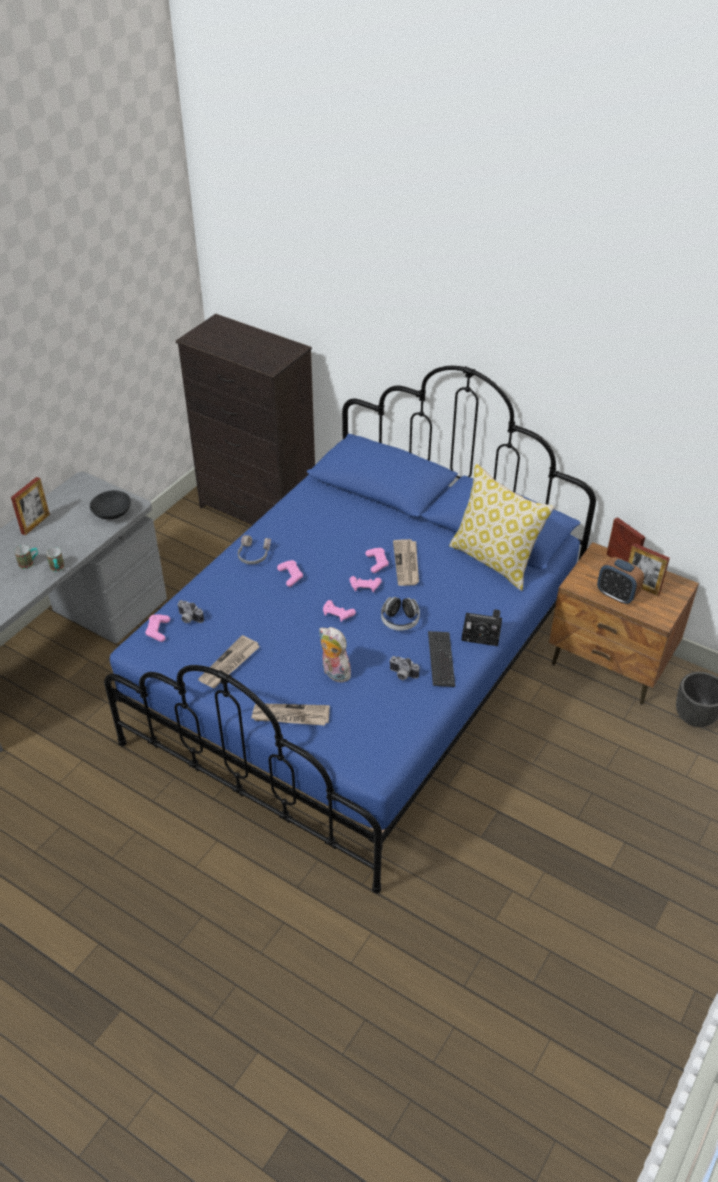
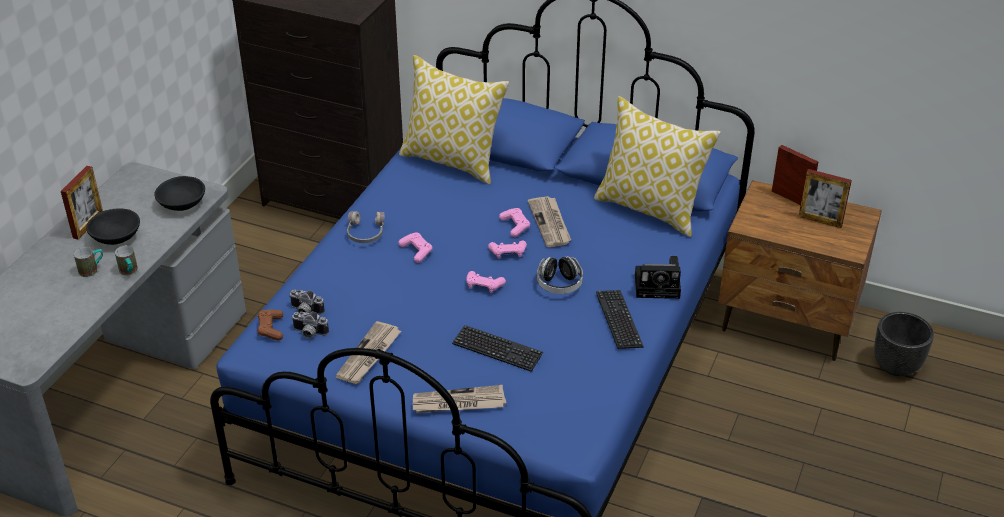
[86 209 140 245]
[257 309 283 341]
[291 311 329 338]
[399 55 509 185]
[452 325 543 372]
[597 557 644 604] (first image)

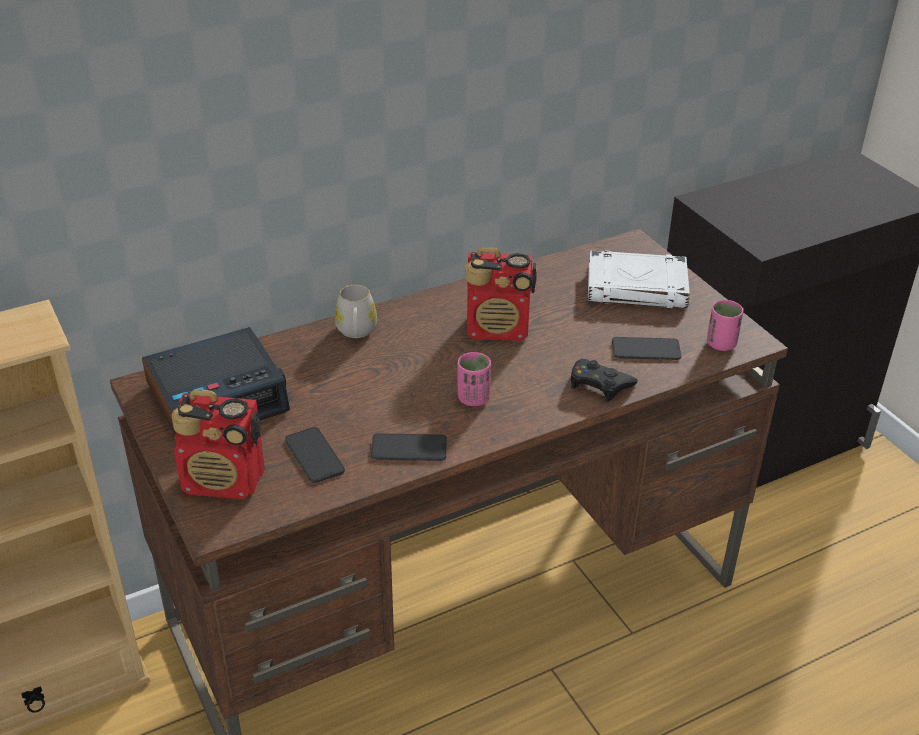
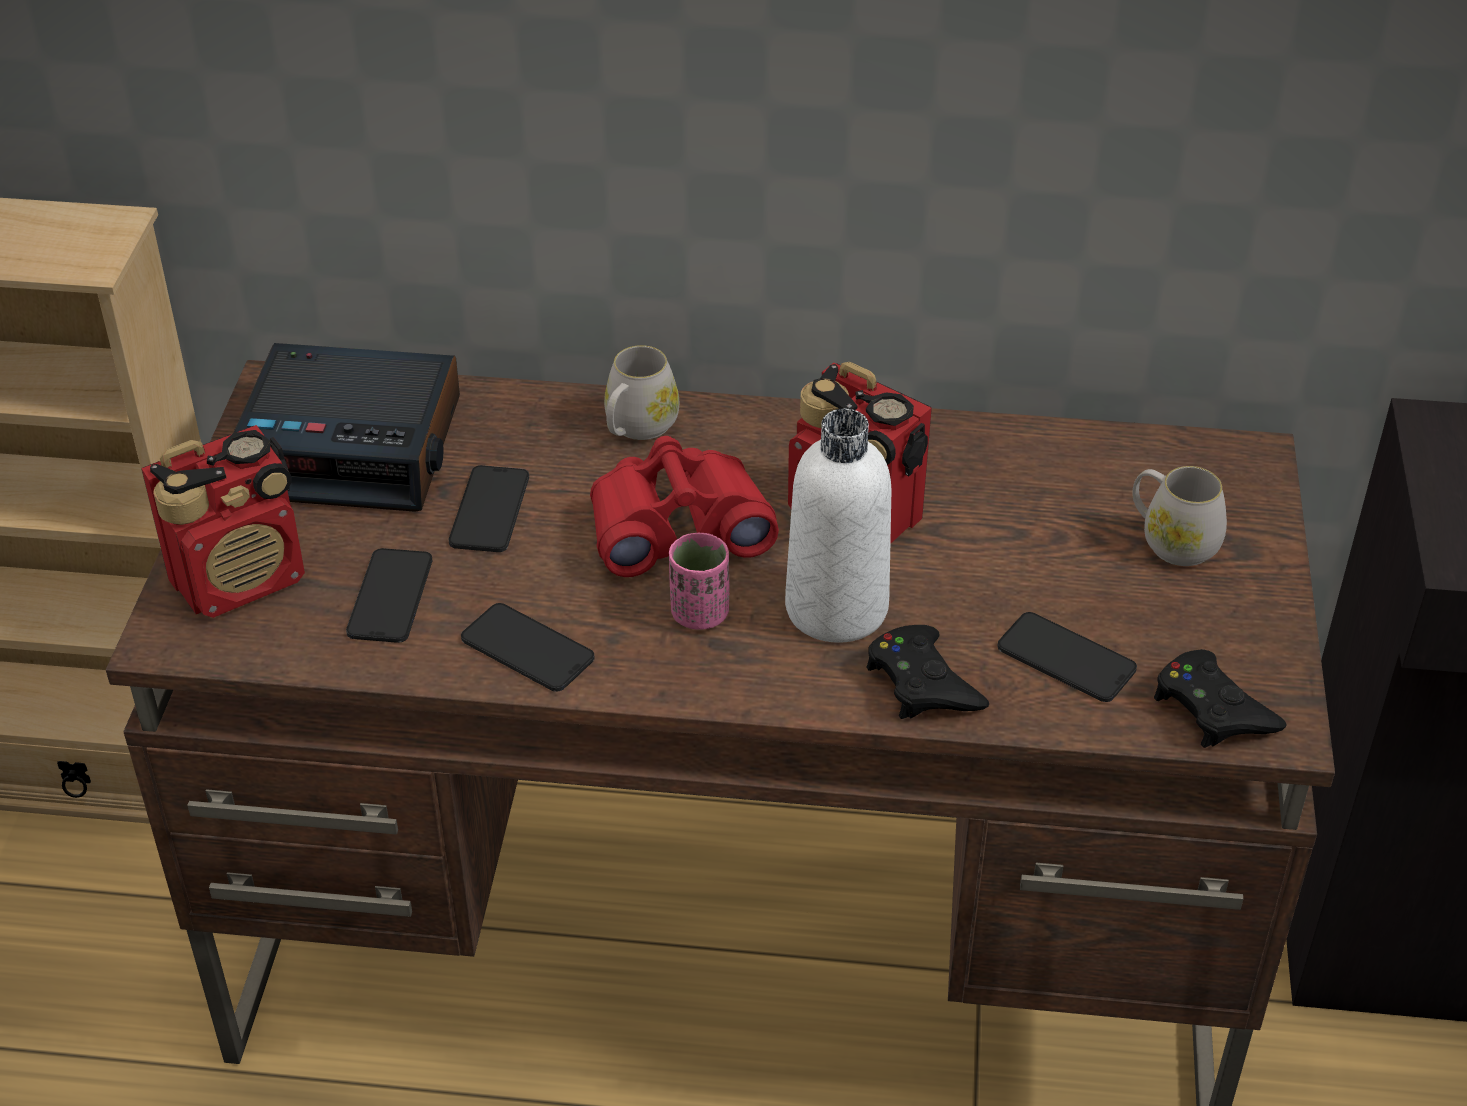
[141 425 305 618]
[449 465 529 552]
[590 436 779 577]
[785 409 891 643]
[1132 466 1227 566]
[1154 649 1287 748]

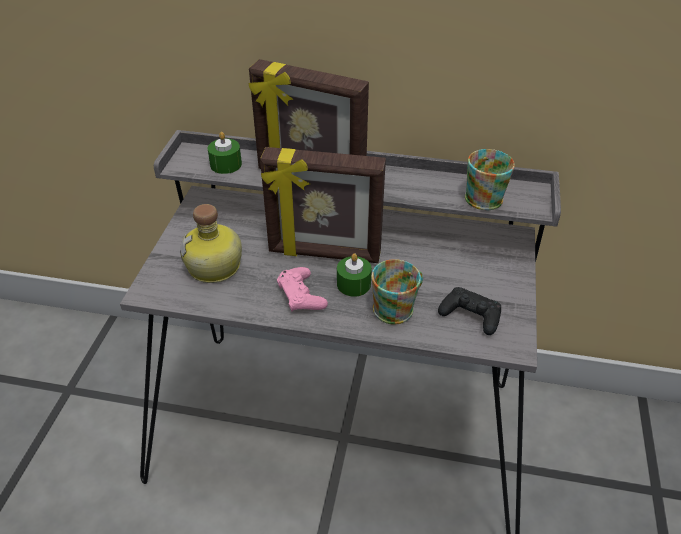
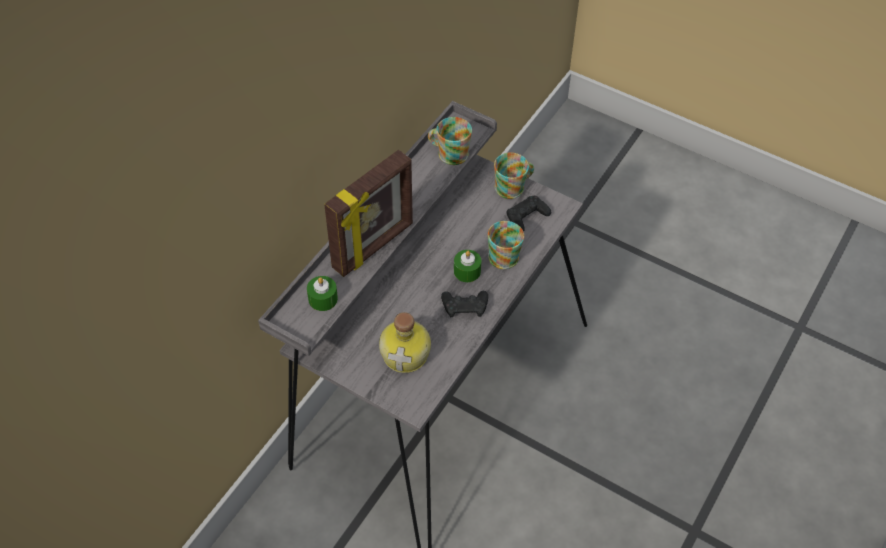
[441 291 488 317]
[494 152 534 199]
[260 147 386 263] (first image)

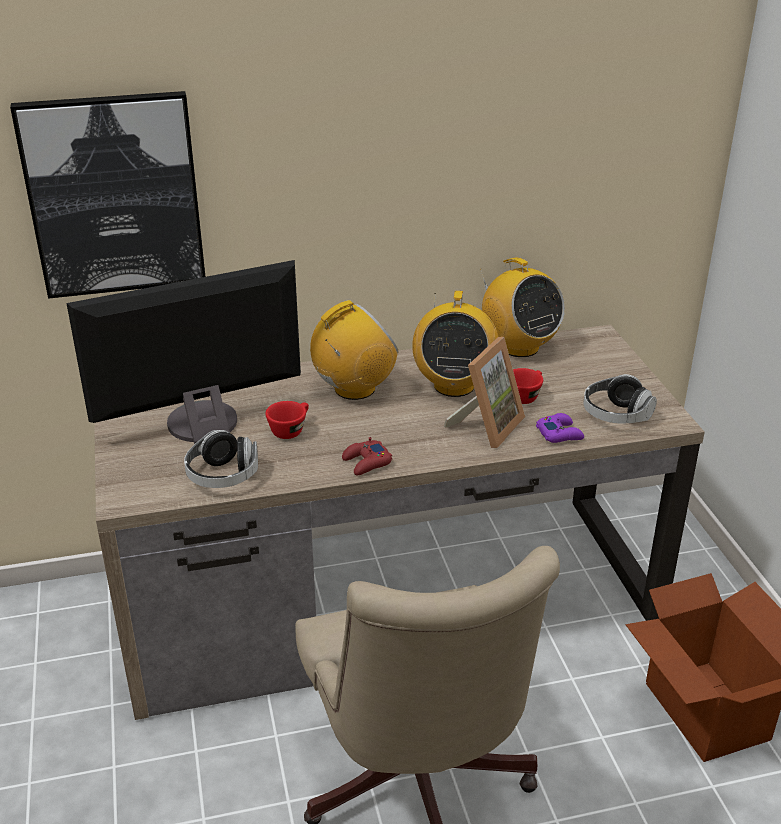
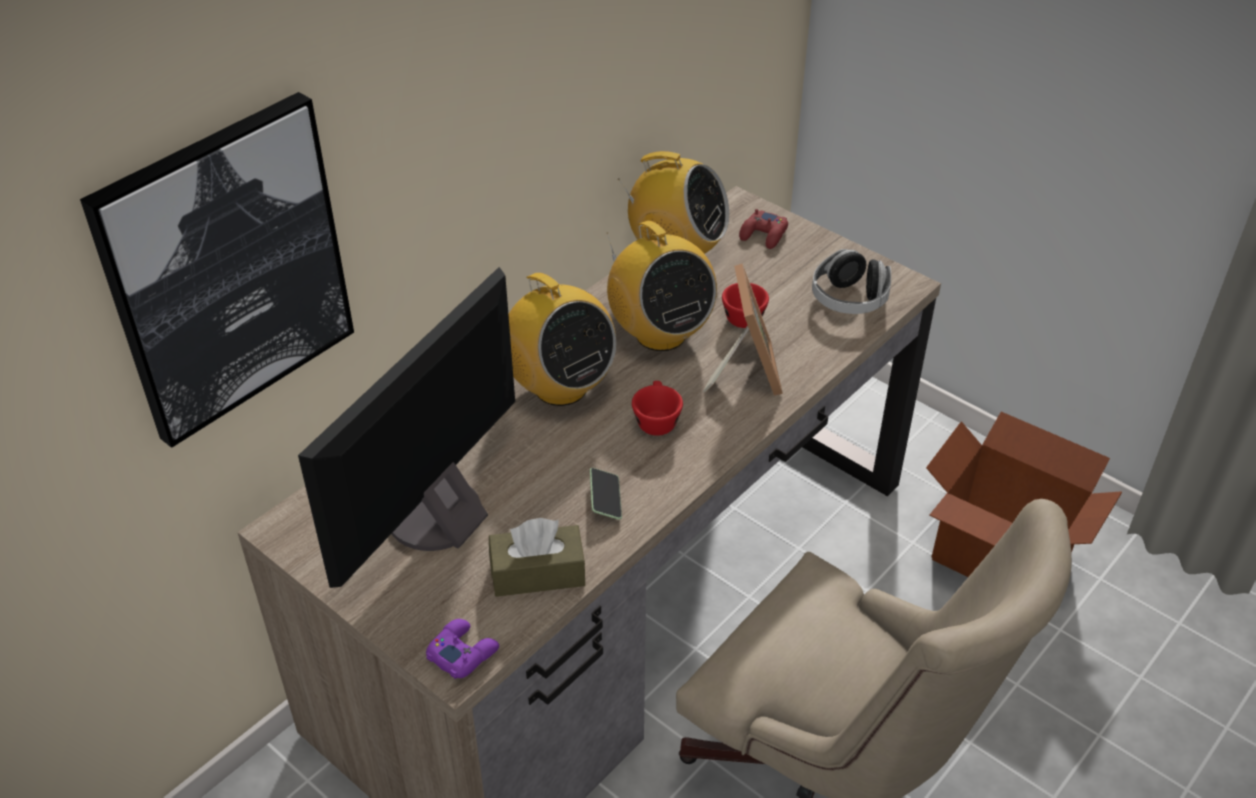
[426 619 499 679]
[489 518 586 597]
[508 273 616 406]
[590 468 622 520]
[632 381 683 436]
[739 209 788 249]

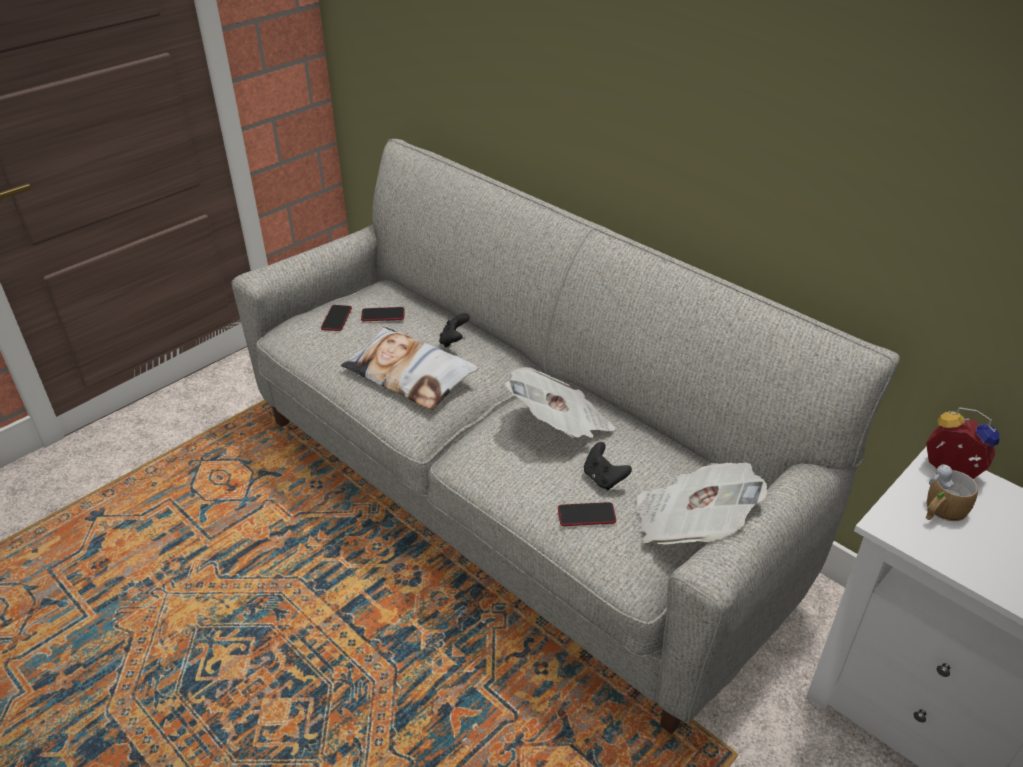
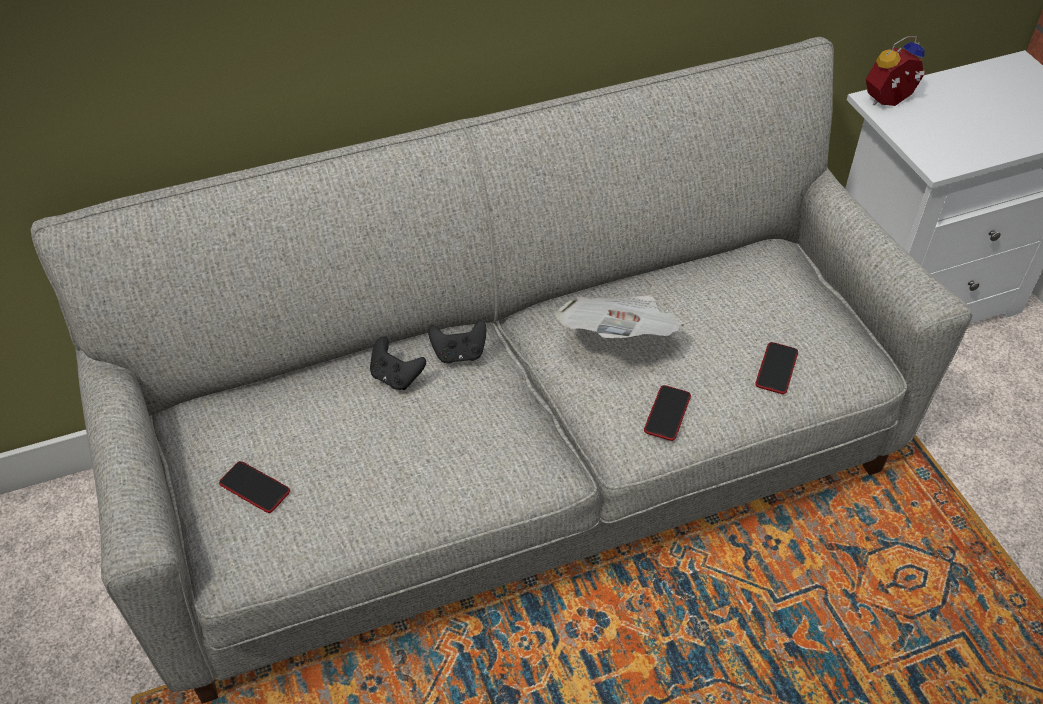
[428 319 487 364]
[644 385 691 441]
[341 327 478 410] (first image)
[636 463 767 544] (first image)
[926 464 978 521] (first image)

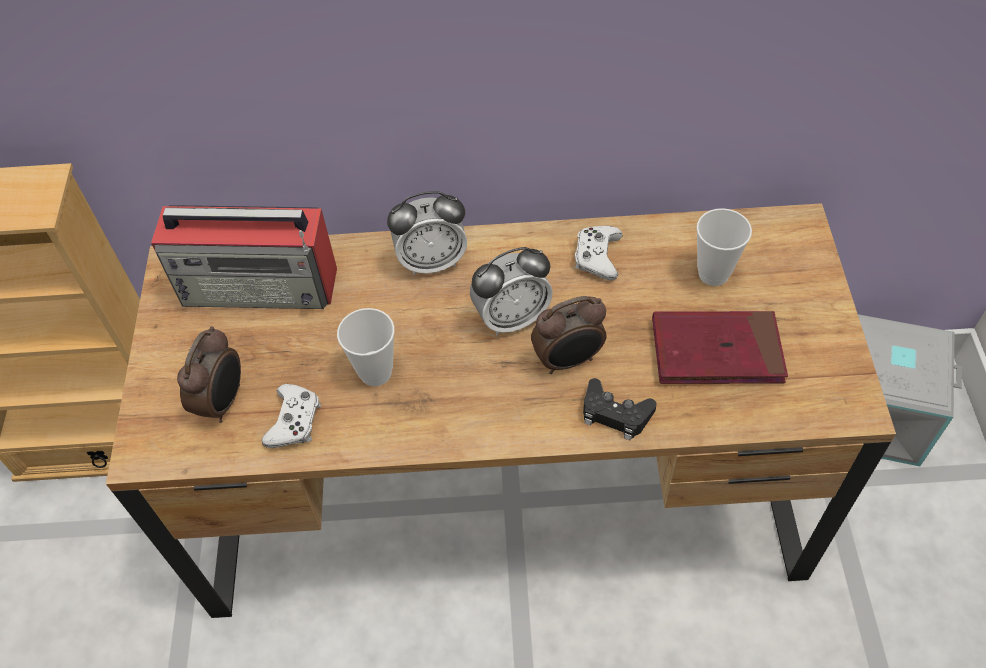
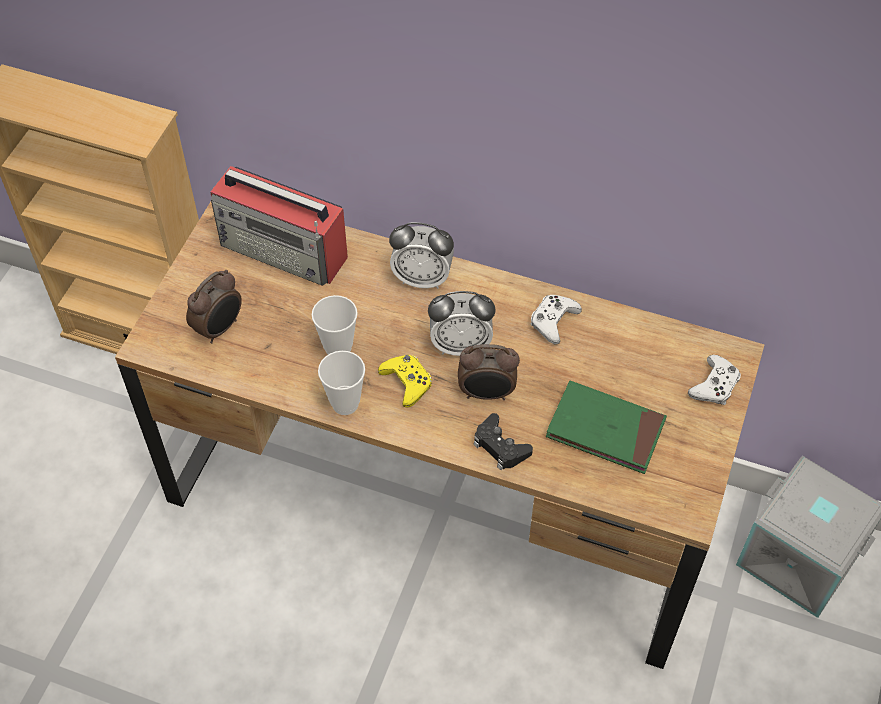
[318 351 365 415]
[378 355 432 407]
[546 381 667 474]
[688 355 741 405]

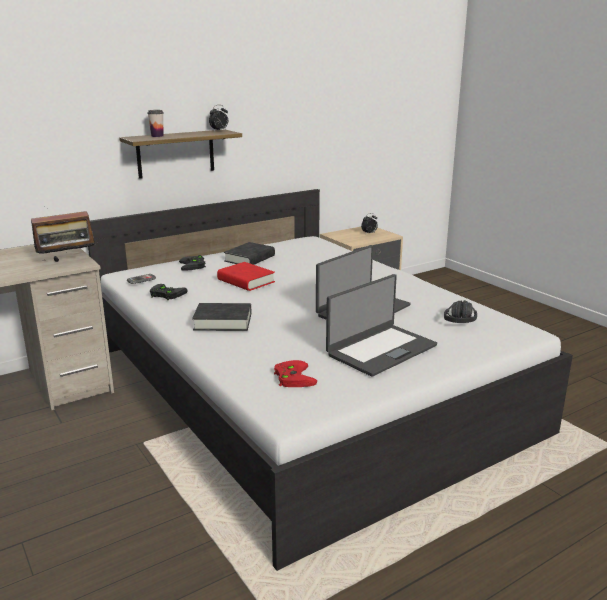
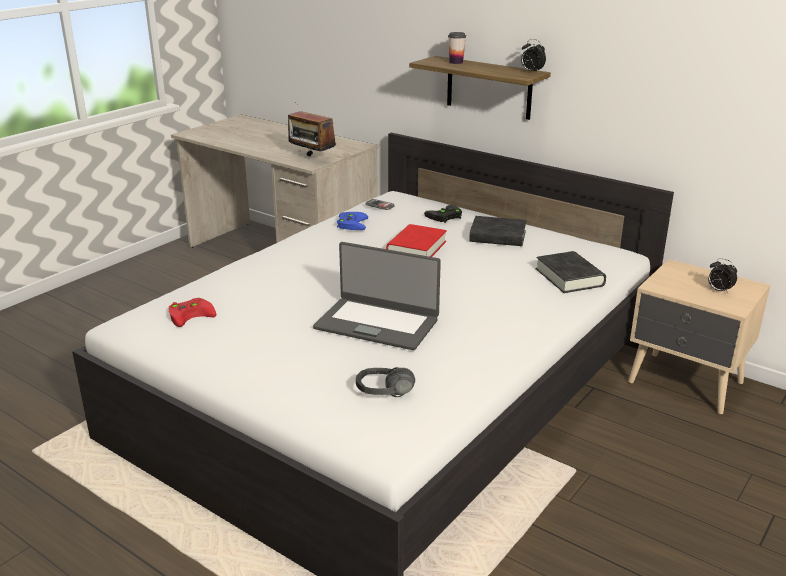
[337 212 368 230]
[536 251 606 293]
[326 274 437 376] (first image)

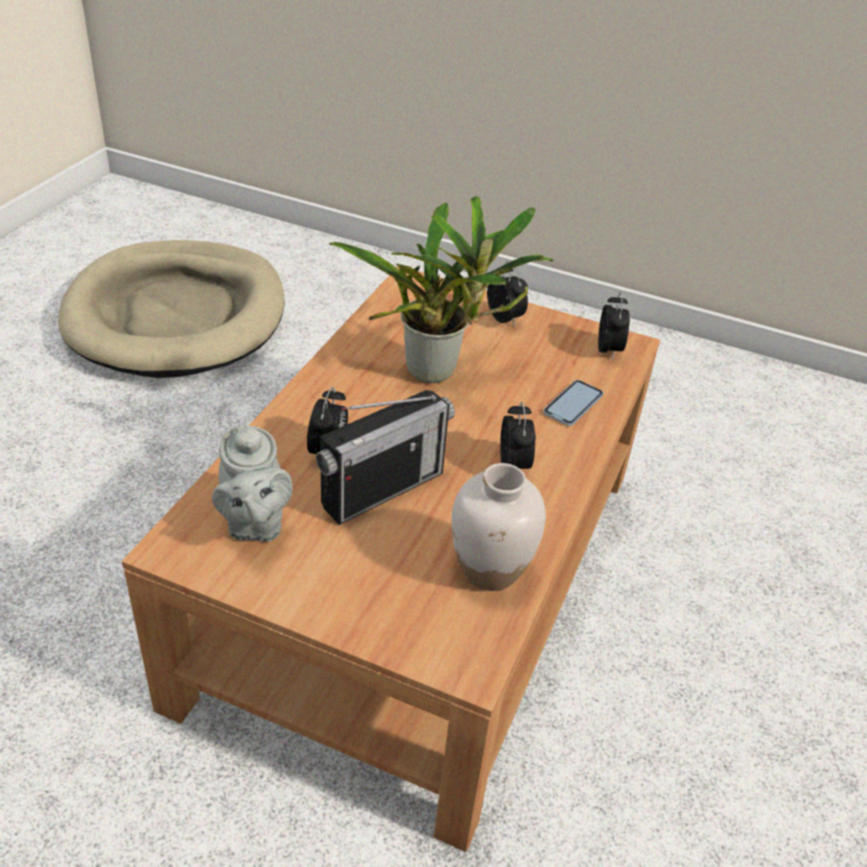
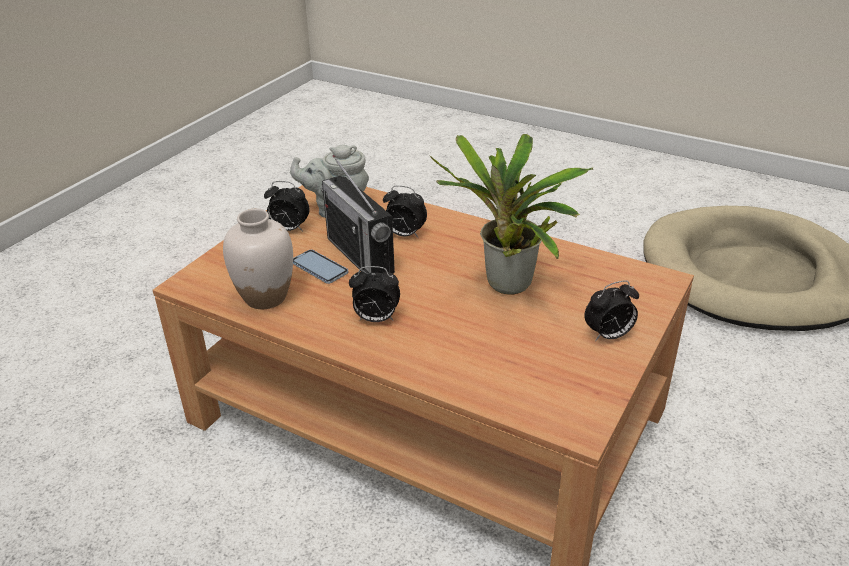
[264 181 309 232]
[293 250 348 284]

